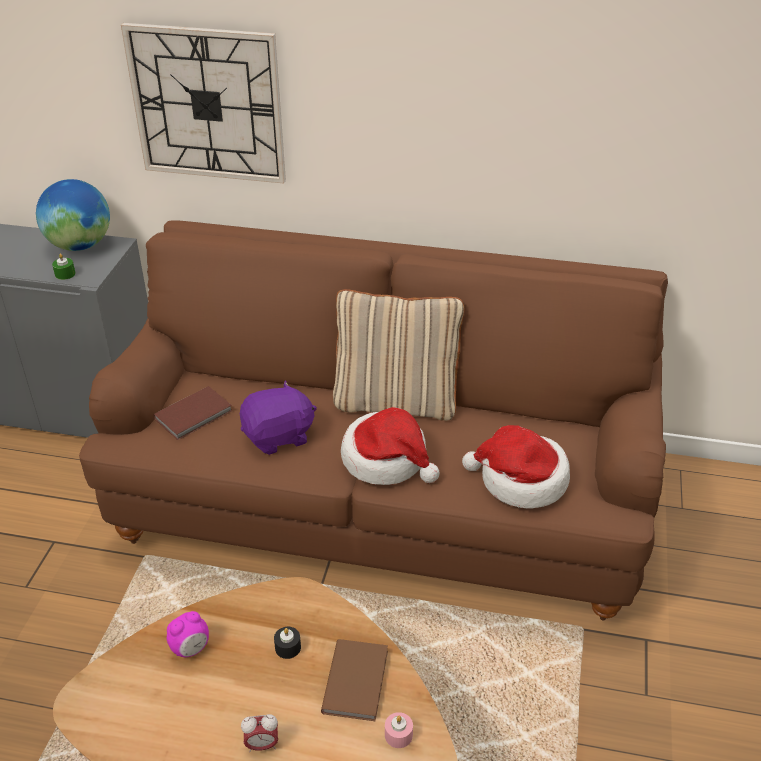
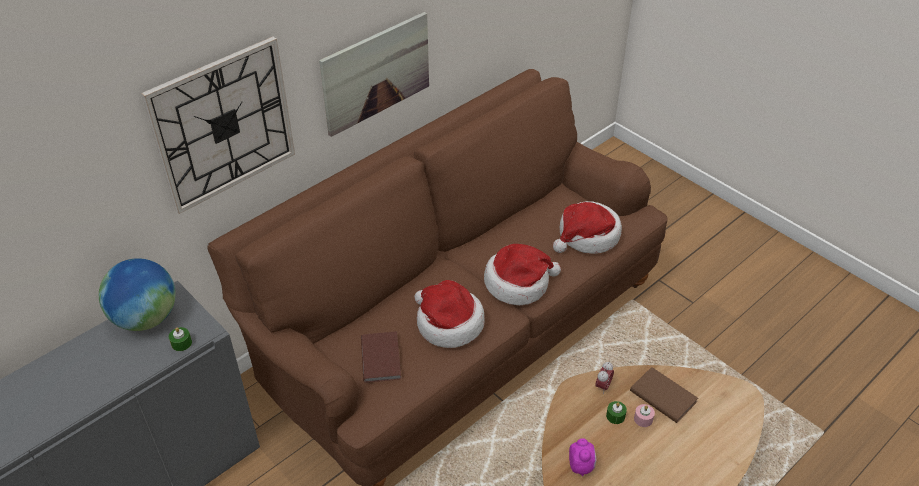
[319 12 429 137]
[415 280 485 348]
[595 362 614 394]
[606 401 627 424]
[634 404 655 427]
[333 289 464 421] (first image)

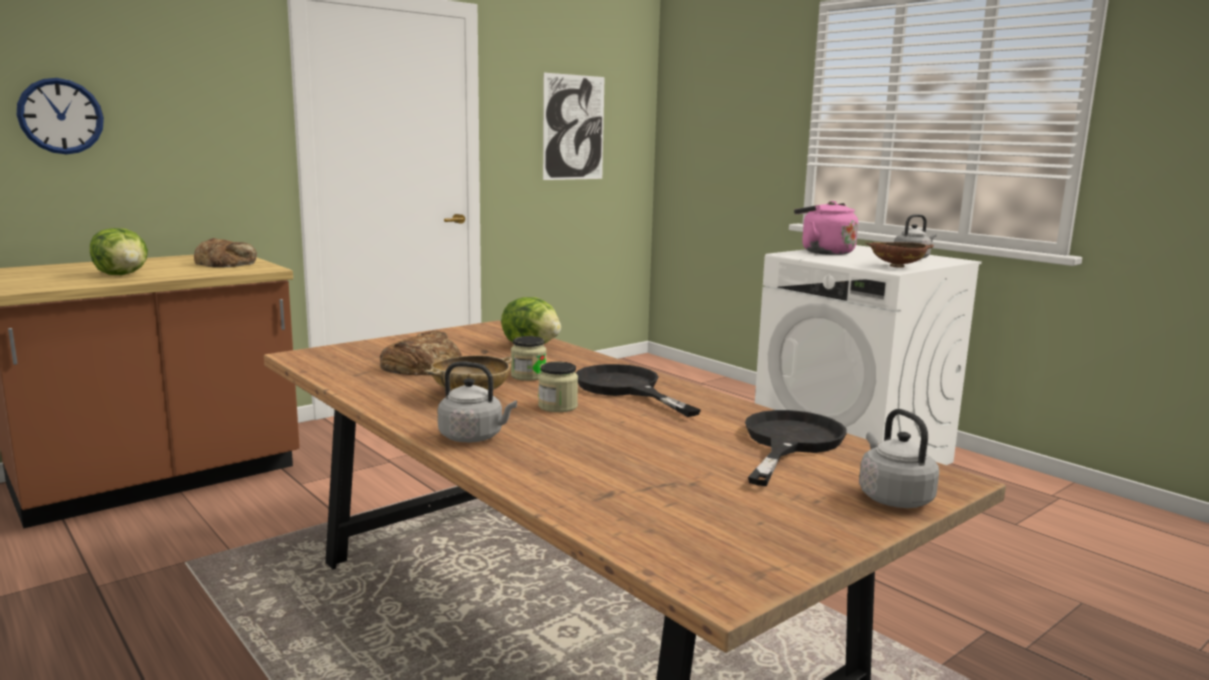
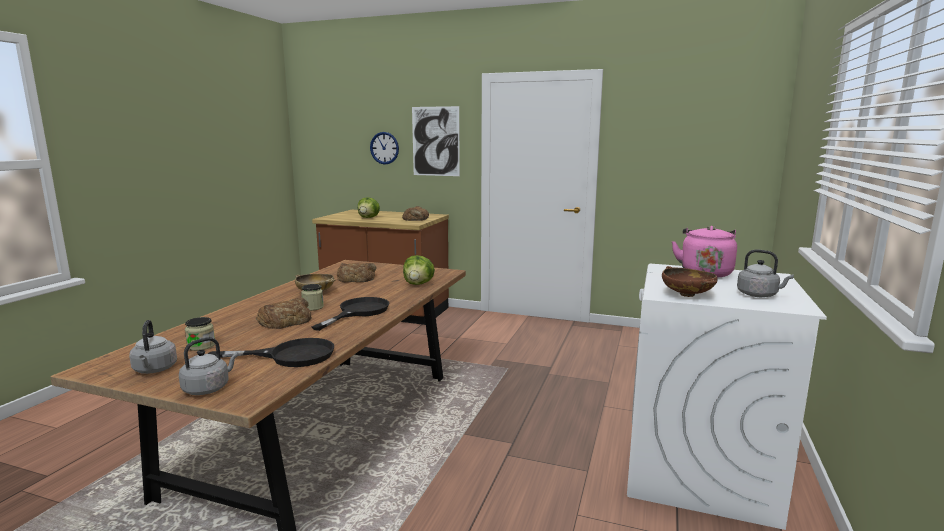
[129 320 177 374]
[185 317 215 351]
[256 298 312 329]
[412 106 460 176]

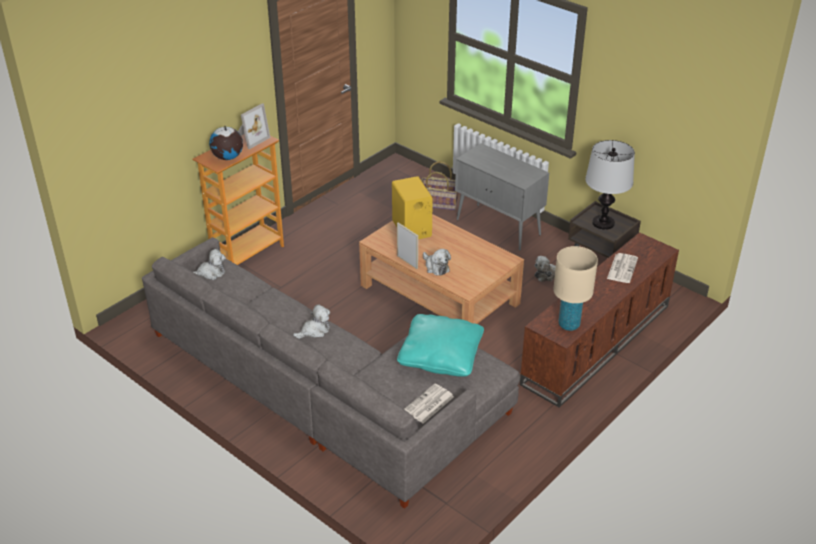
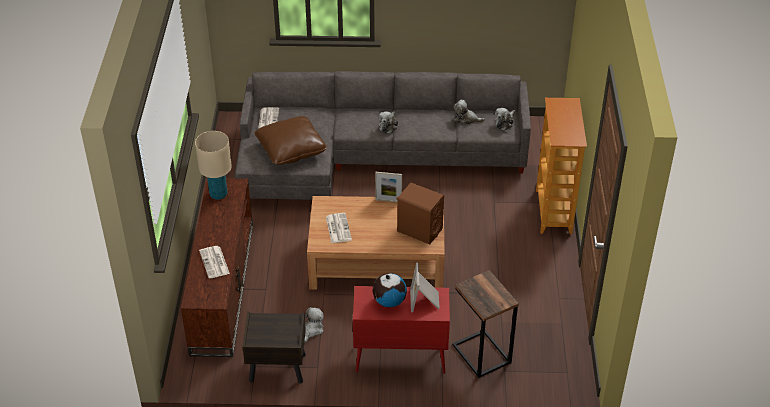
[254 116 327 165]
[326 213 352 243]
[353 286 450 374]
[373 273 407 307]
[396 183 444 244]
[410 263 440 312]
[452 270 519 378]
[454 100 485 125]
[585 140 635 230] (first image)

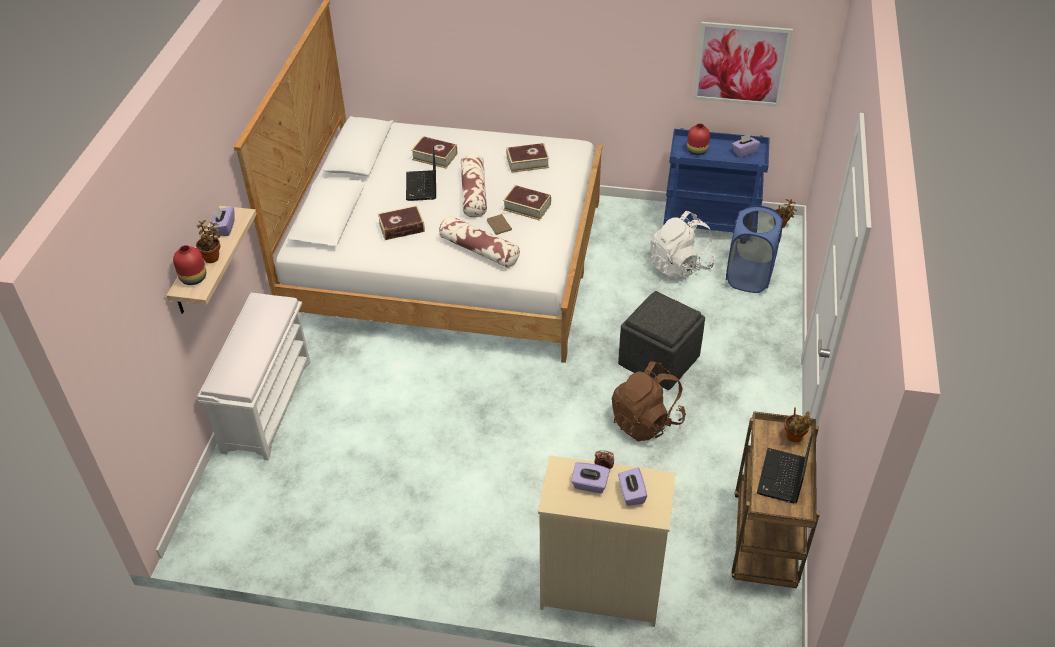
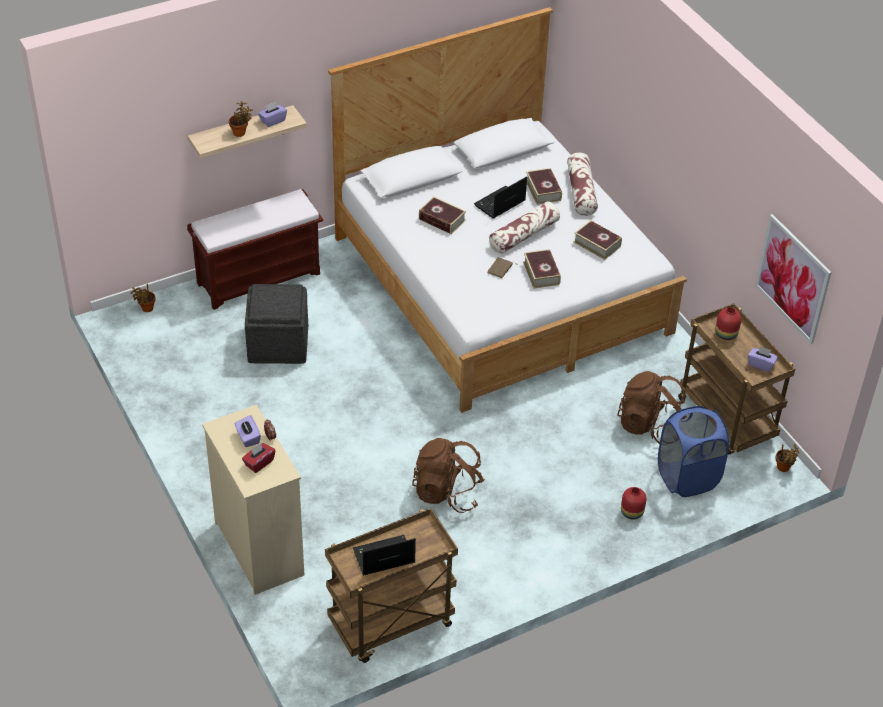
[131 284 155 312]
[187 189 323 310]
[242 443 276 473]
[245 284 308 364]
[567 153 598 216]
[617 371 686 444]
[621 487 647 519]
[678 303 795 455]

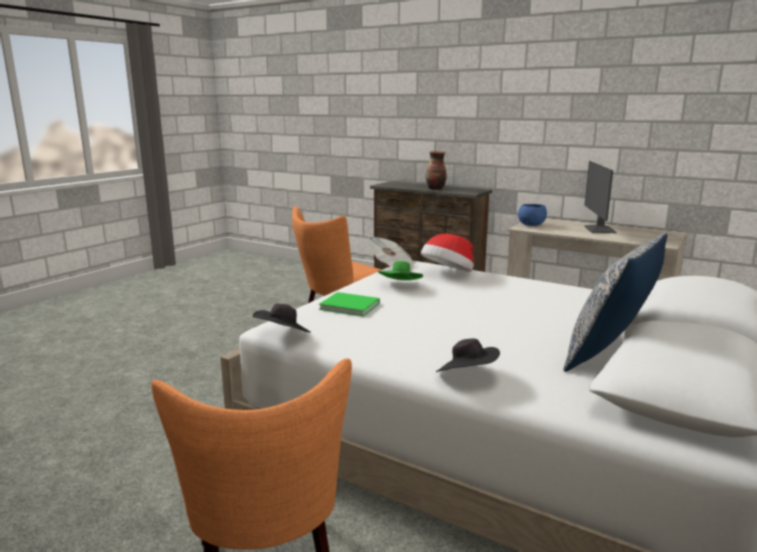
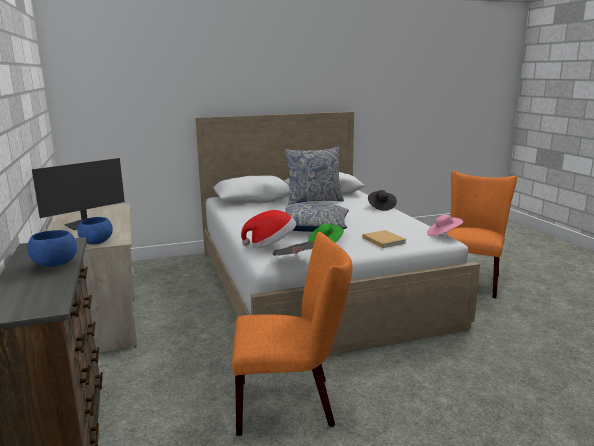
[27 230 77 267]
[285 204 349 232]
[363 230 406 248]
[427 215 463 236]

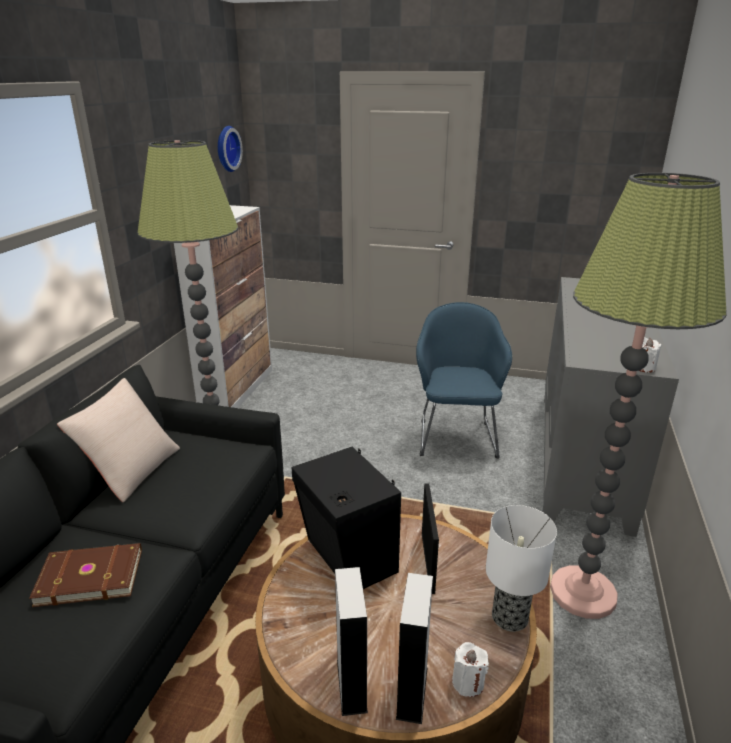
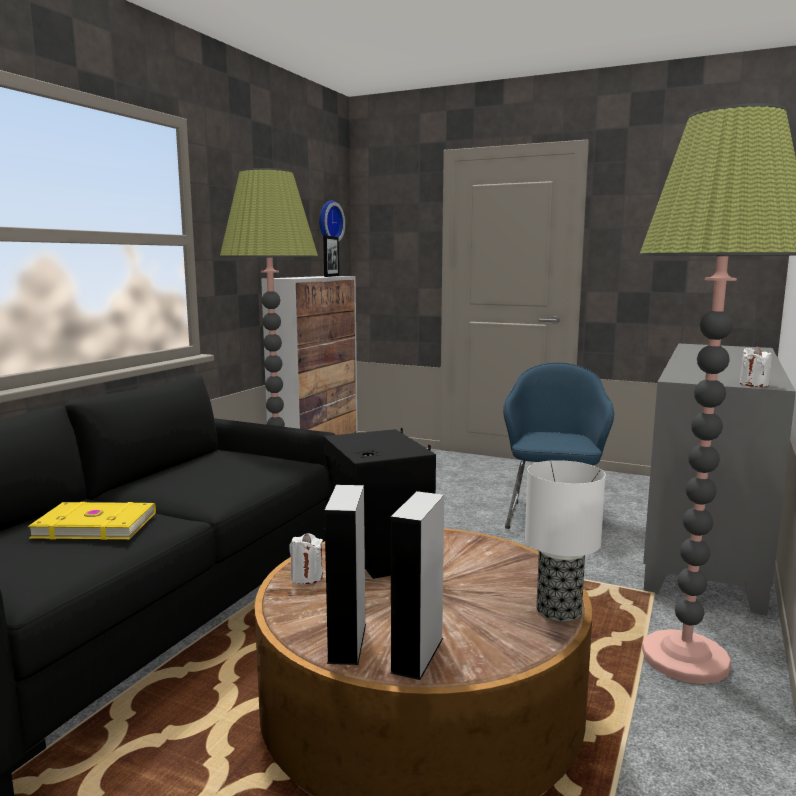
[28 502 156 540]
[289 533 323 584]
[323 235 339 277]
[57 378 180 502] (first image)

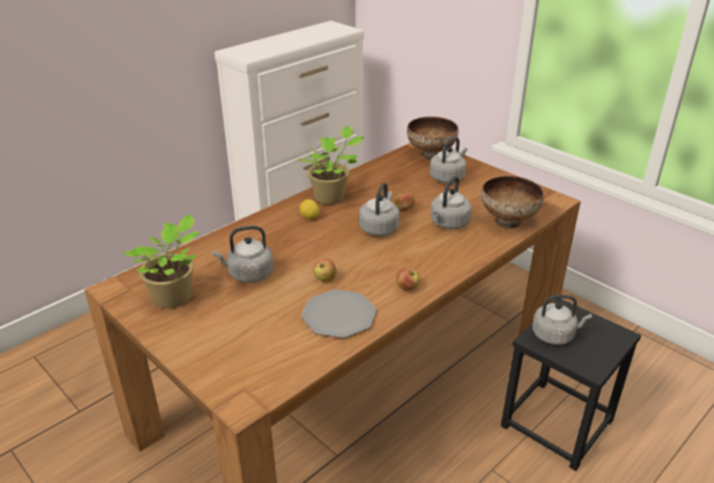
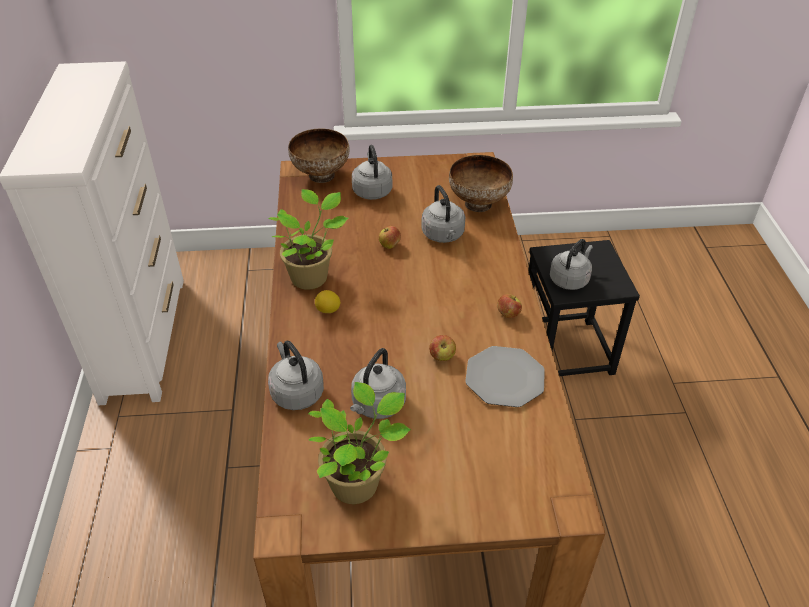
[268 341 324 410]

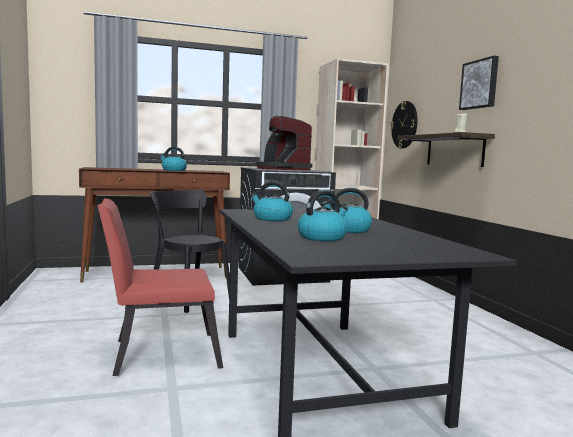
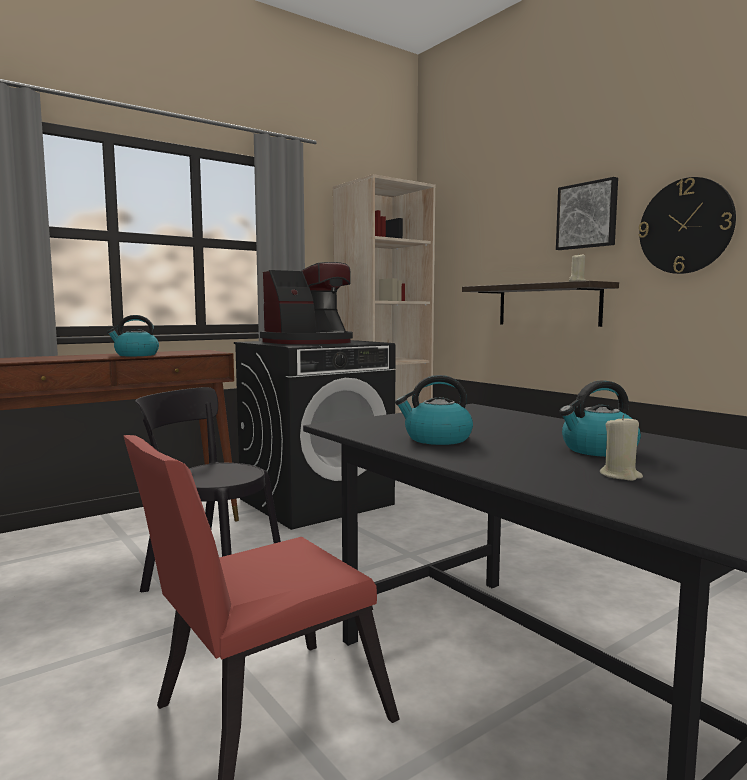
[260 262 353 344]
[600 415 643 481]
[638 177 736 274]

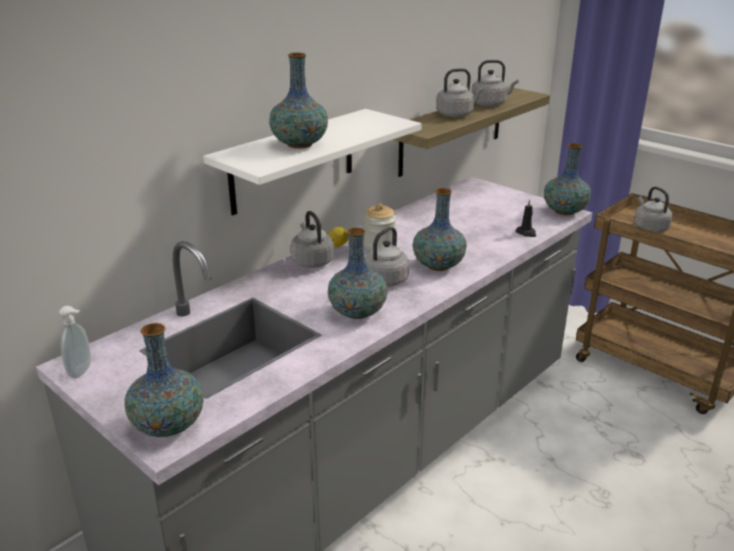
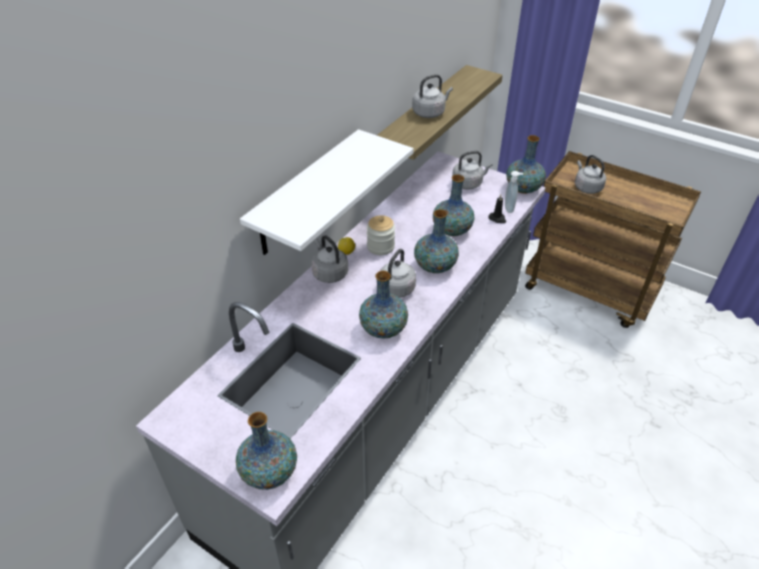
[433 174 474 236]
[452 151 493 190]
[505 171 523 213]

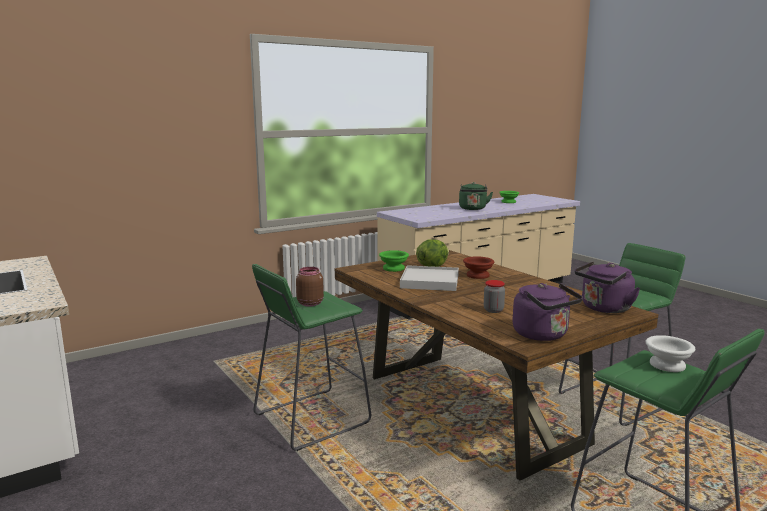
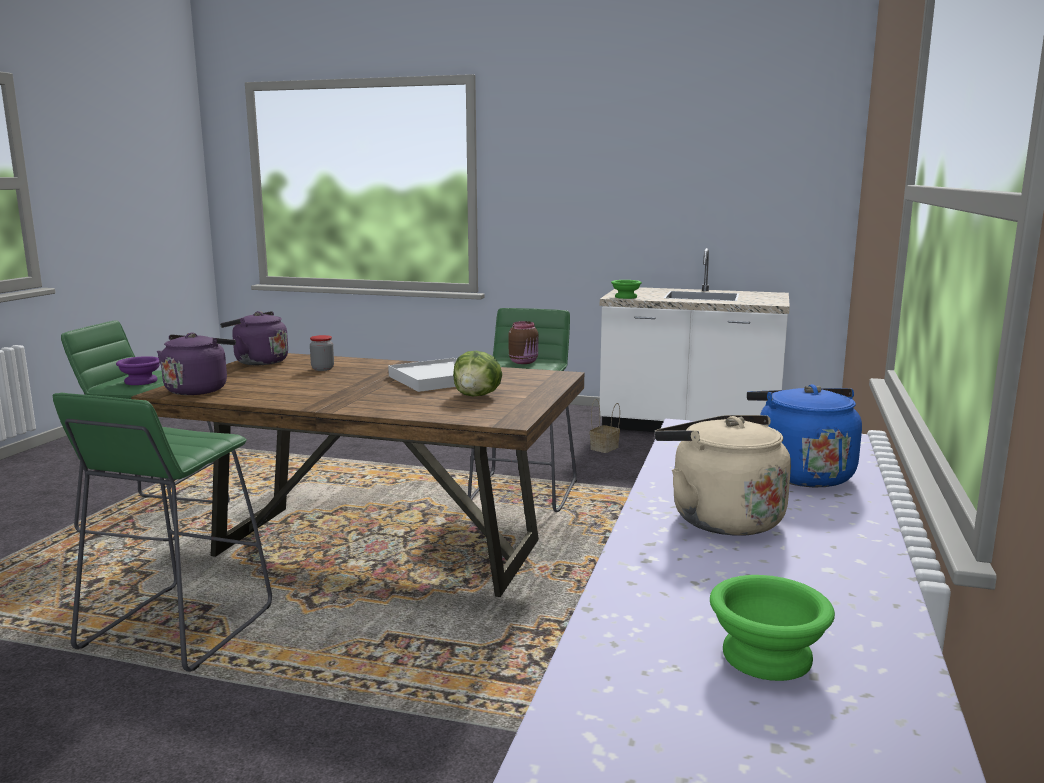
[116 356 160 385]
[590 399 620 453]
[611 280 642 299]
[655 415 791 536]
[747 384 862 487]
[463 256 494 279] (first image)

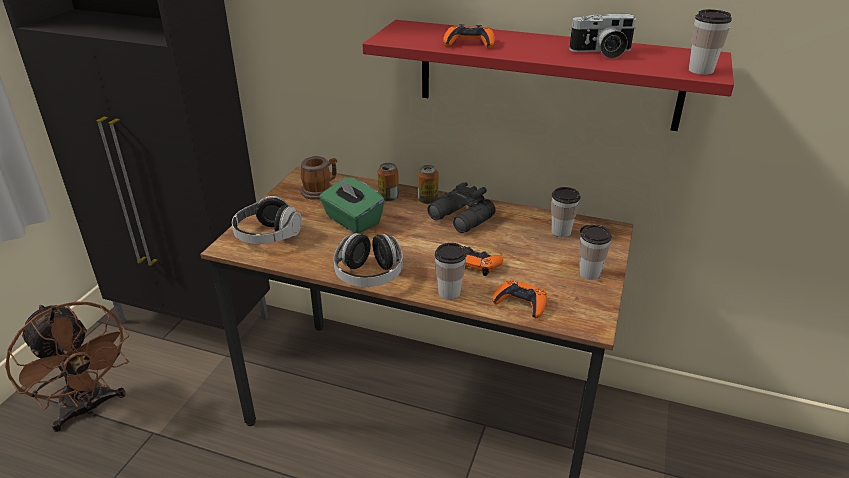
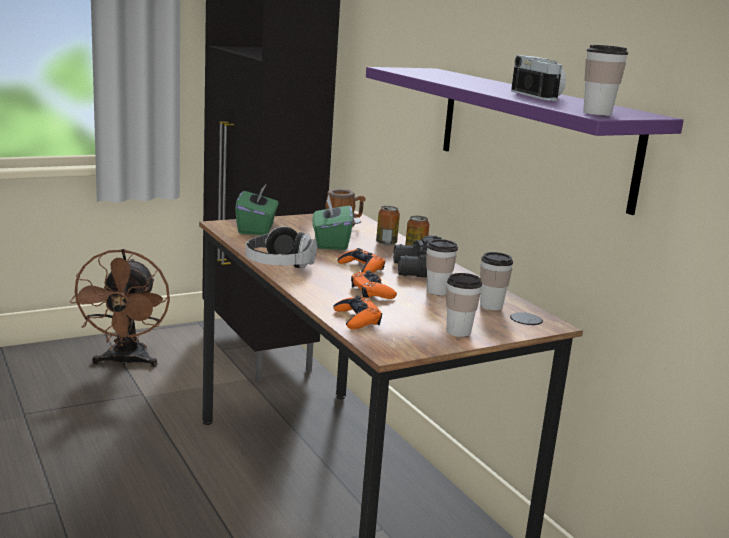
[235 183 278 235]
[337 248 385 273]
[366 67 684 215]
[426 239 458 295]
[511 55 566 101]

